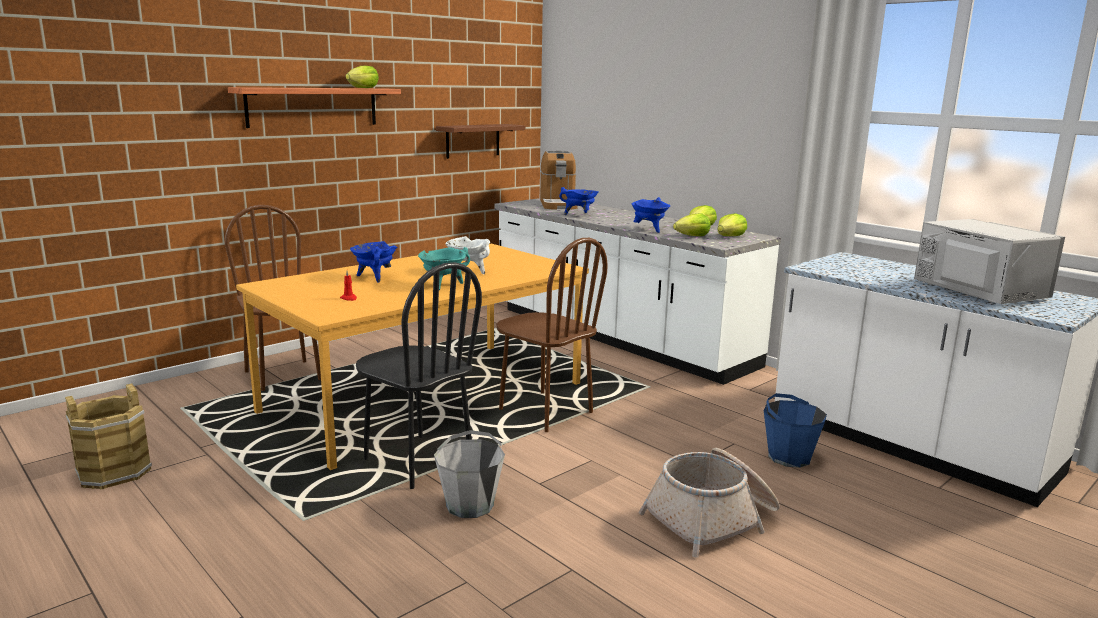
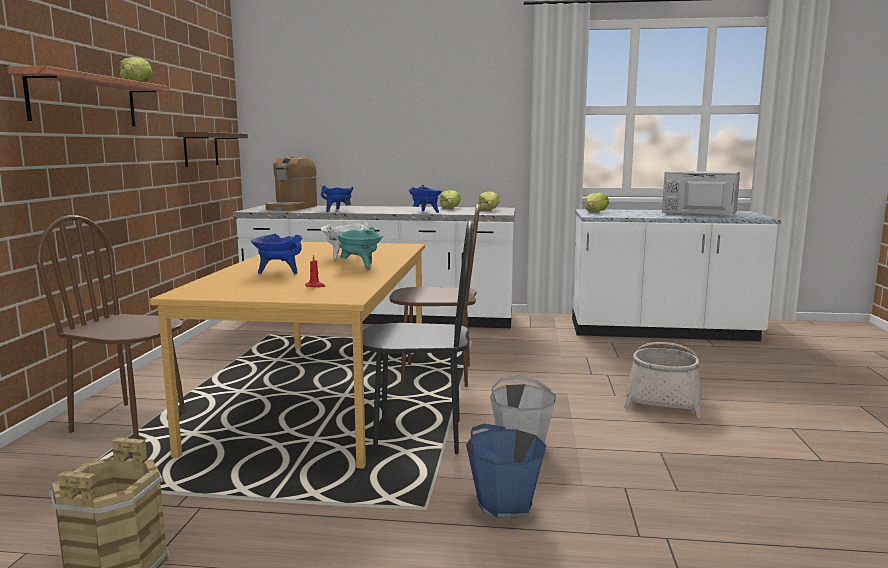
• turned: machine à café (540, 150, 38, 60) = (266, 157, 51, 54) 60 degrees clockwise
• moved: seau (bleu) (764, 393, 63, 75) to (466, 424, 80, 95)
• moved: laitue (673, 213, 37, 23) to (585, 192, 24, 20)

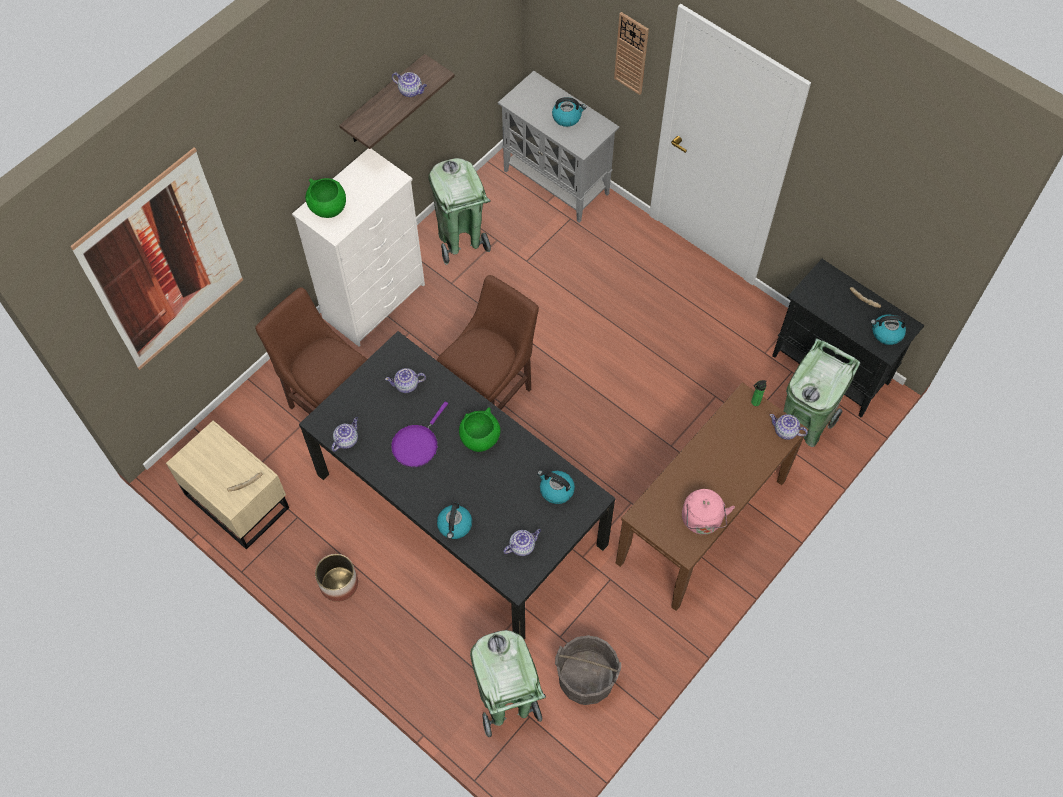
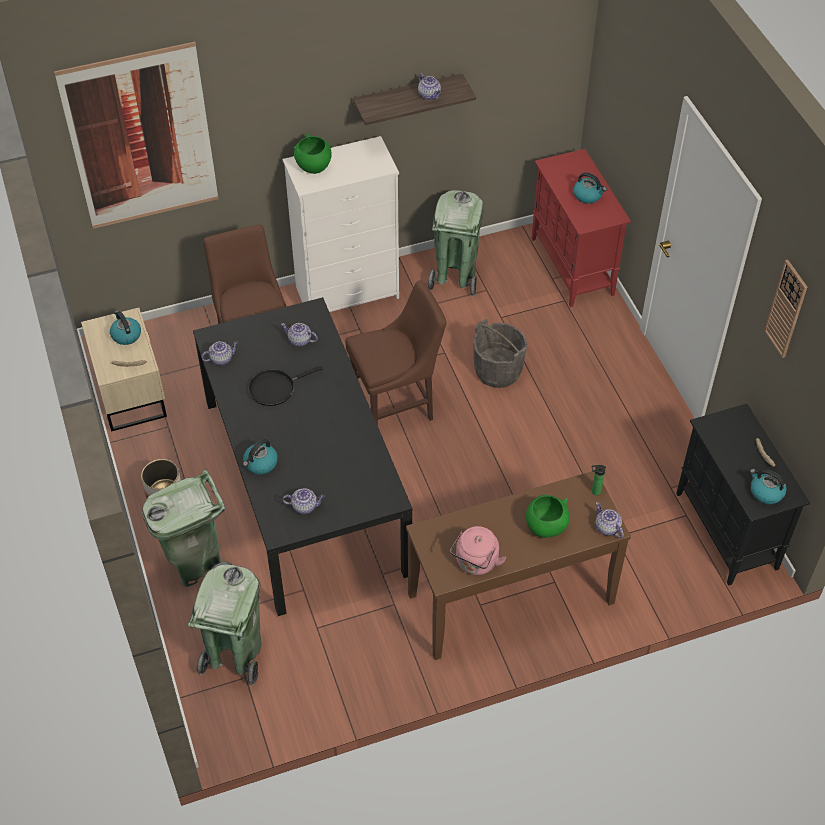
• moved: bouilloire (537, 470, 38, 34) to (110, 310, 31, 35)
• moved: poubelle (vert) (783, 338, 78, 109) to (142, 470, 90, 117)
• recoloured: poêle (violet) (391, 402, 57, 65) to poêle (noir) (248, 366, 75, 40)
• moved: seau (gris) (555, 635, 66, 70) to (473, 319, 54, 69)
• moved: bol (vert) (459, 407, 42, 45) to (526, 494, 44, 44)
• recoloured: meuble de rangement (gris) (498, 71, 121, 152) to meuble de rangement (rouge) (531, 149, 100, 158)
• moved: horloge murale (614, 12, 35, 83) to (764, 260, 43, 98)

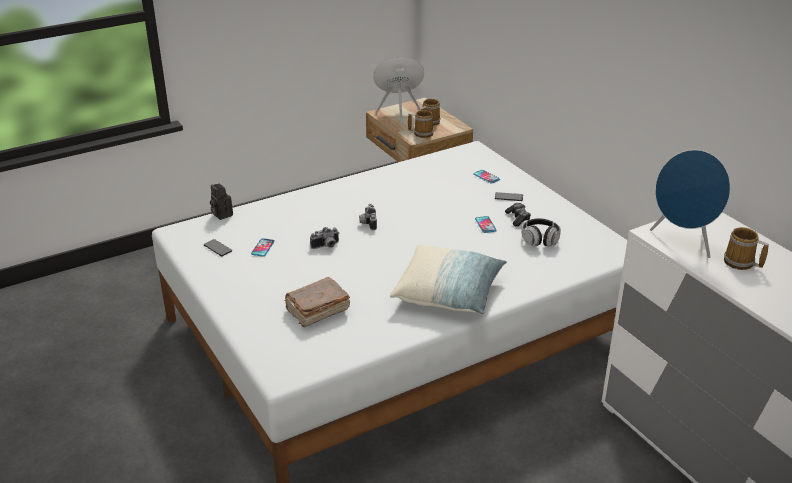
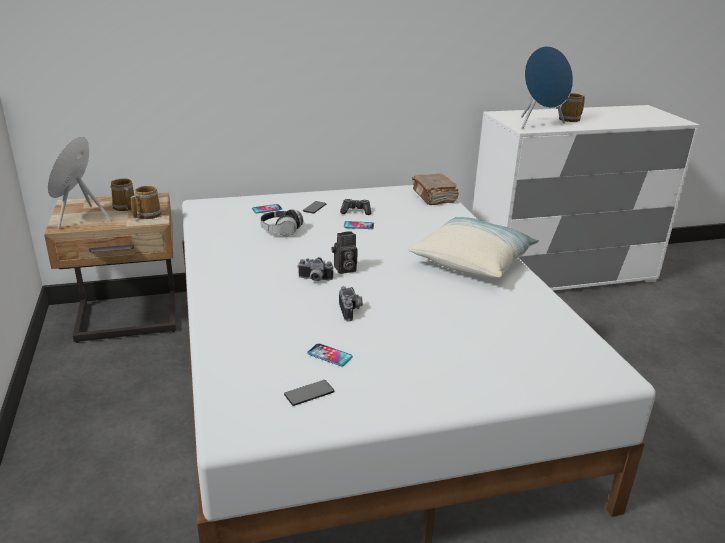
• moved: casque audio (522, 218, 39, 29) to (260, 209, 43, 27)
• moved: appareil photo (210, 183, 23, 37) to (332, 231, 26, 43)
• moved: livre (marron) (285, 277, 65, 51) to (412, 174, 47, 31)

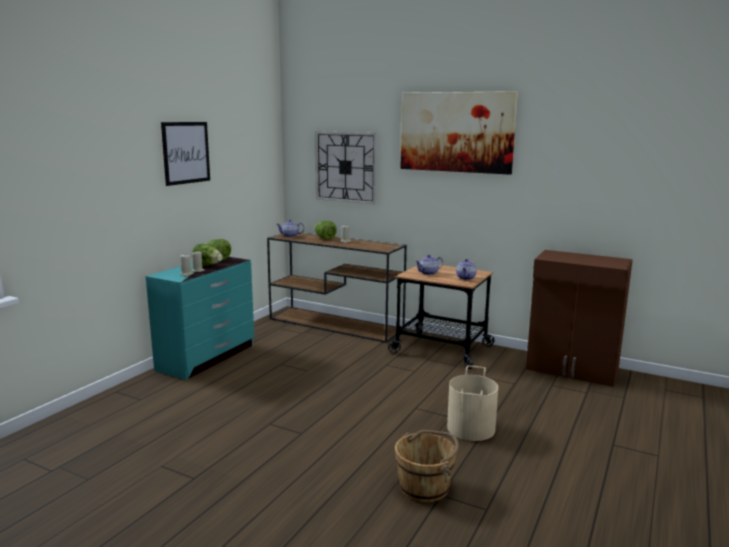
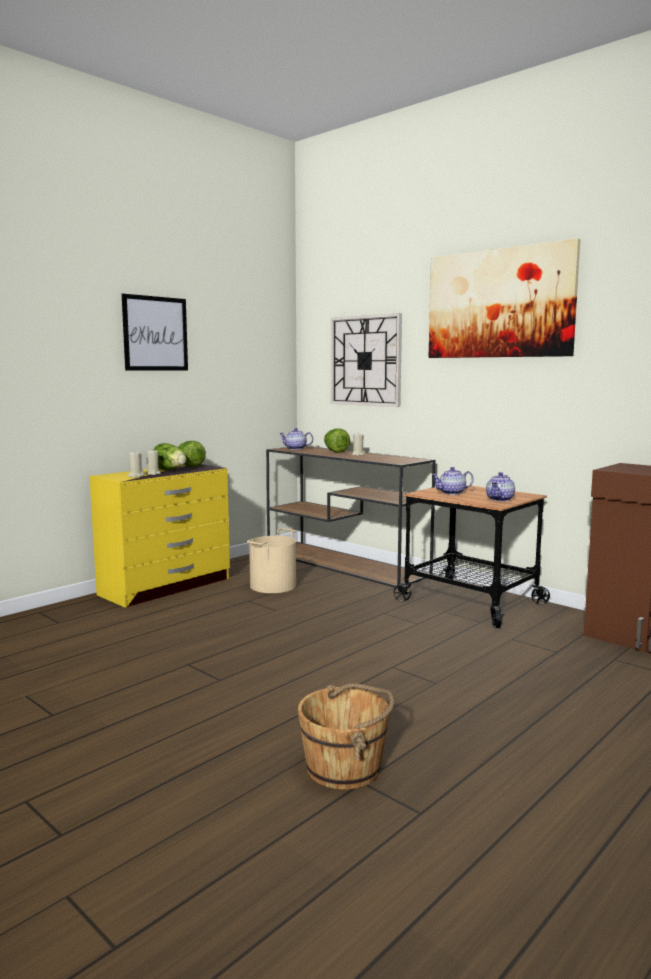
• recoloured: commode (turquoise) (146, 257, 108, 123) to commode (jaune) (89, 464, 141, 143)
• moved: seau (beige) (447, 365, 51, 76) to (247, 528, 50, 65)

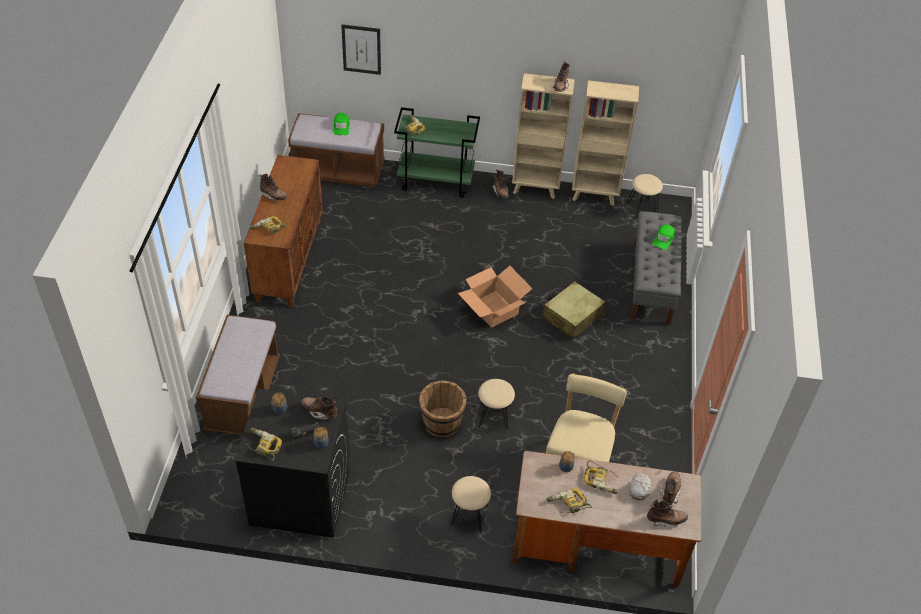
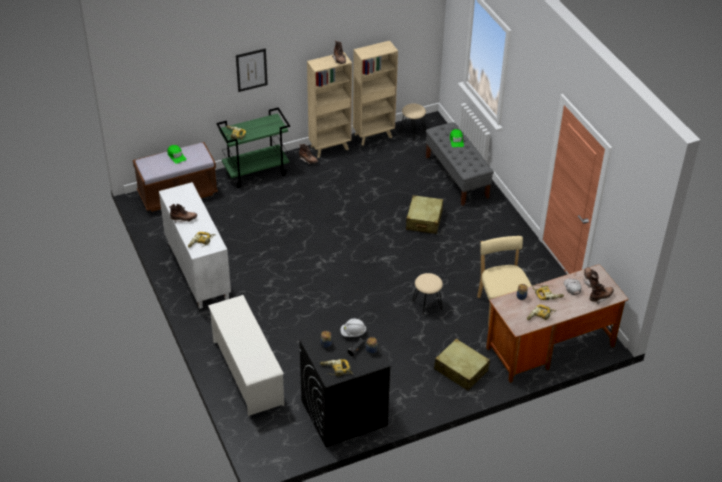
• recoloured: meuble de rangement (marron) (244, 155, 79, 152) to meuble de rangement (blanc) (159, 182, 72, 127)
• replaced: banc (marron) (196, 315, 84, 121) to étagère à chaussures (blanc) (208, 295, 76, 121)
• moved: tableau (341, 24, 40, 51) to (236, 48, 32, 44)
• replaced: botte (marron) (301, 397, 37, 23) to casque de chantier (blanc) (340, 318, 27, 19)
• replaced: tabouret (beige) (451, 476, 40, 57) to valise (beige) (434, 338, 56, 53)
• removed: seau (marron) (419, 380, 48, 58)
• removed: carton (458, 266, 75, 62)

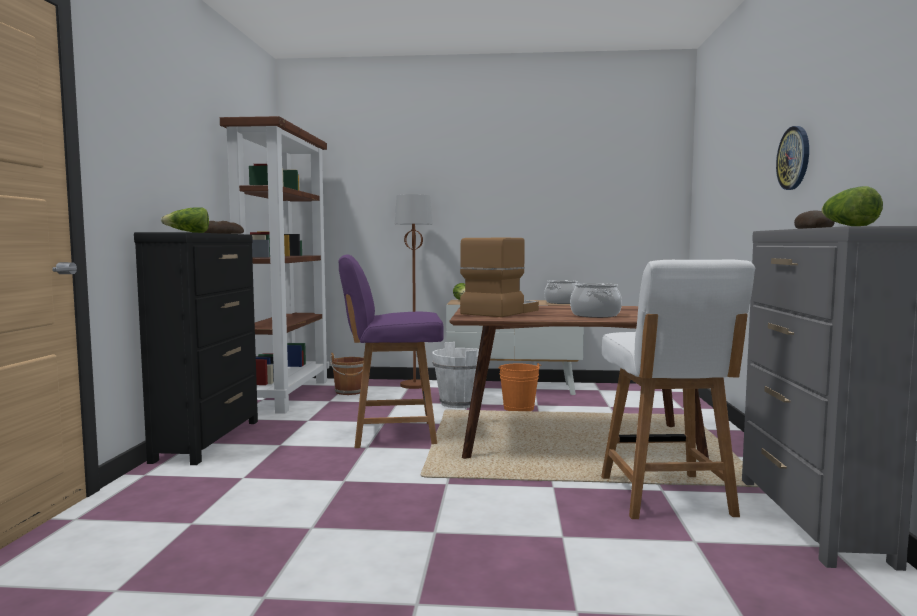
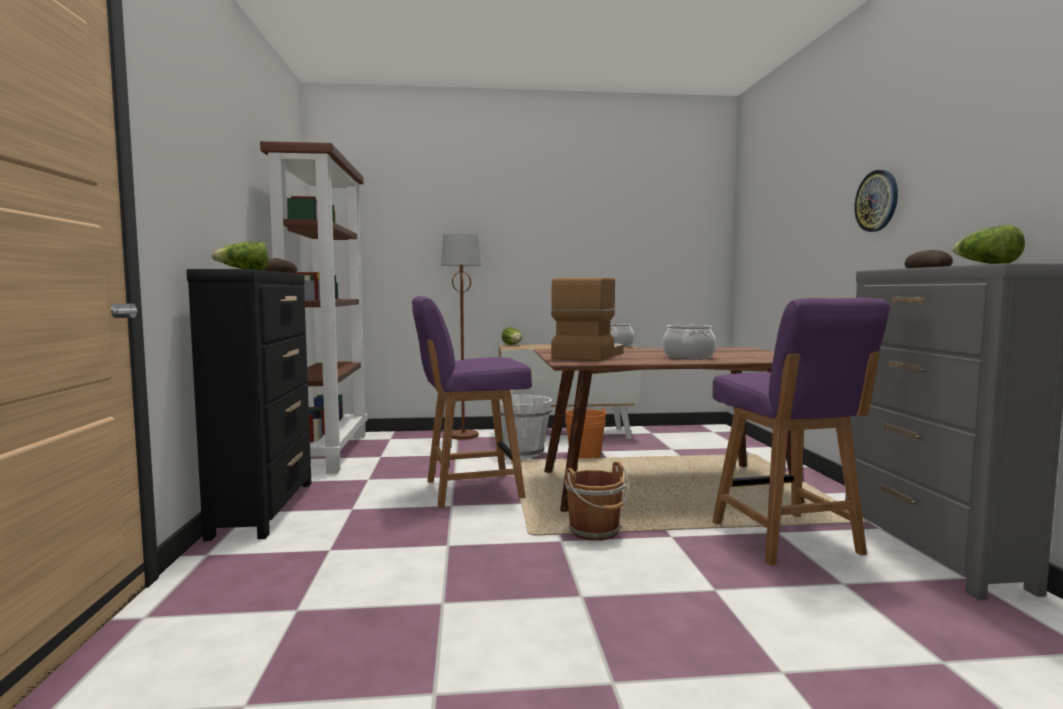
• moved: seau (marron) (330, 351, 35, 44) to (565, 462, 64, 79)
• recoloured: chaise (blanc) (601, 260, 154, 259) to chaise (violet) (712, 298, 178, 267)

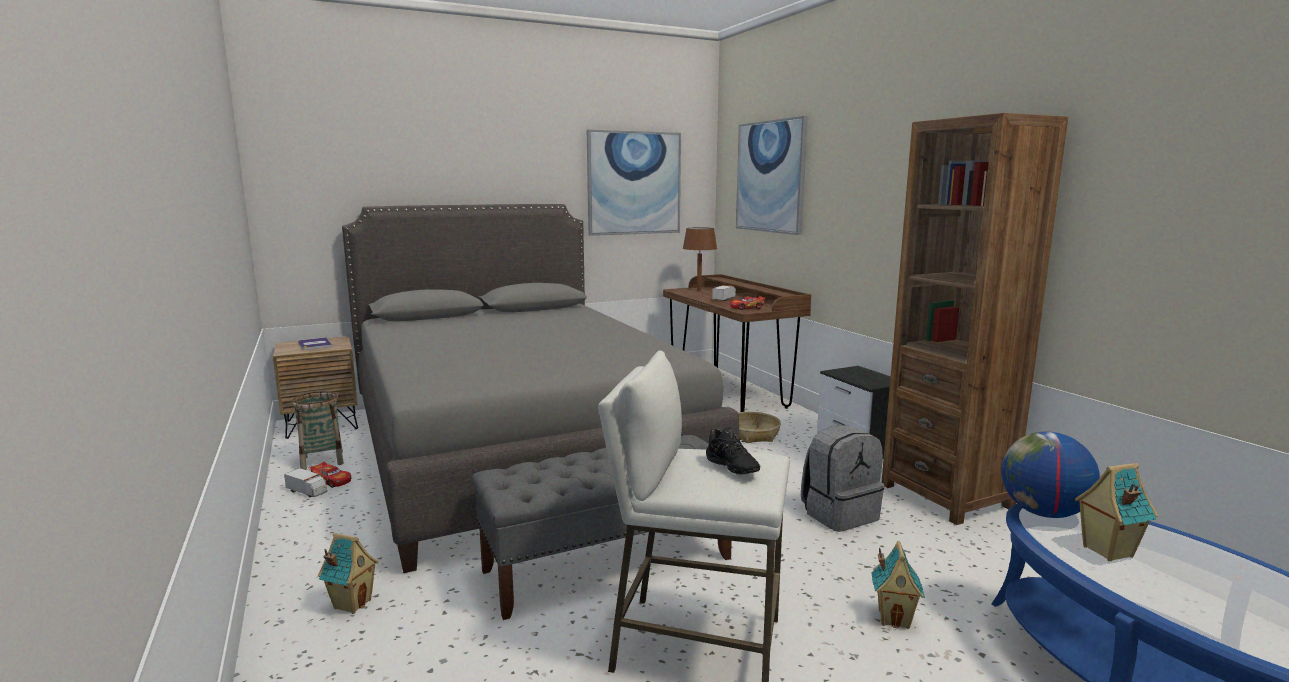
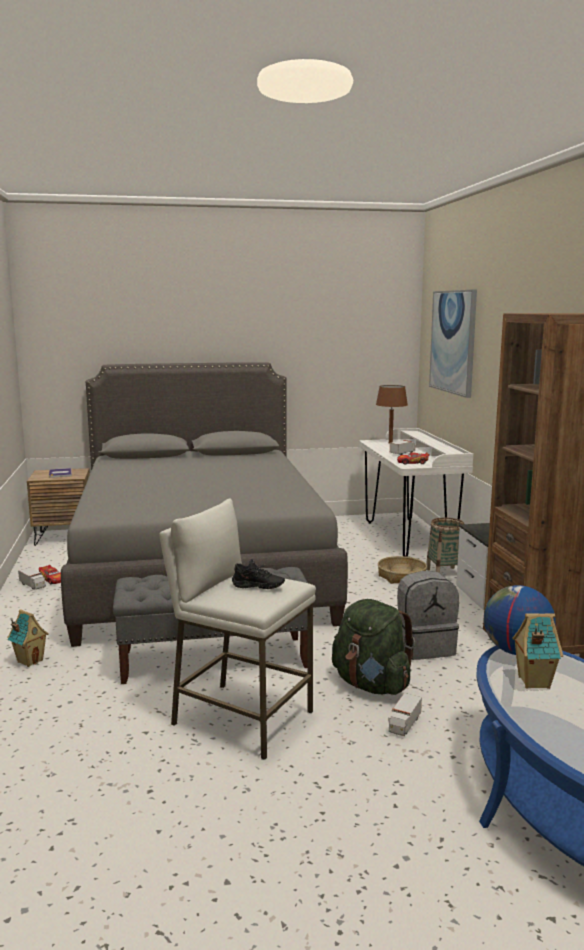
• turned: chaussure (noir) (706, 427, 54, 47) = (232, 559, 53, 30) 60 degrees counterclockwise
• added: sac à dos (vert) (332, 599, 83, 96)
• recoloured: bureau (marron) (663, 274, 148, 138) to bureau (blanc) (359, 428, 114, 129)
• replaced: maison miniature (871, 541, 54, 88) to camion jouet (388, 693, 34, 43)
• moved: panier (292, 391, 52, 79) to (426, 518, 38, 55)
• removed: tableau (587, 130, 94, 106)

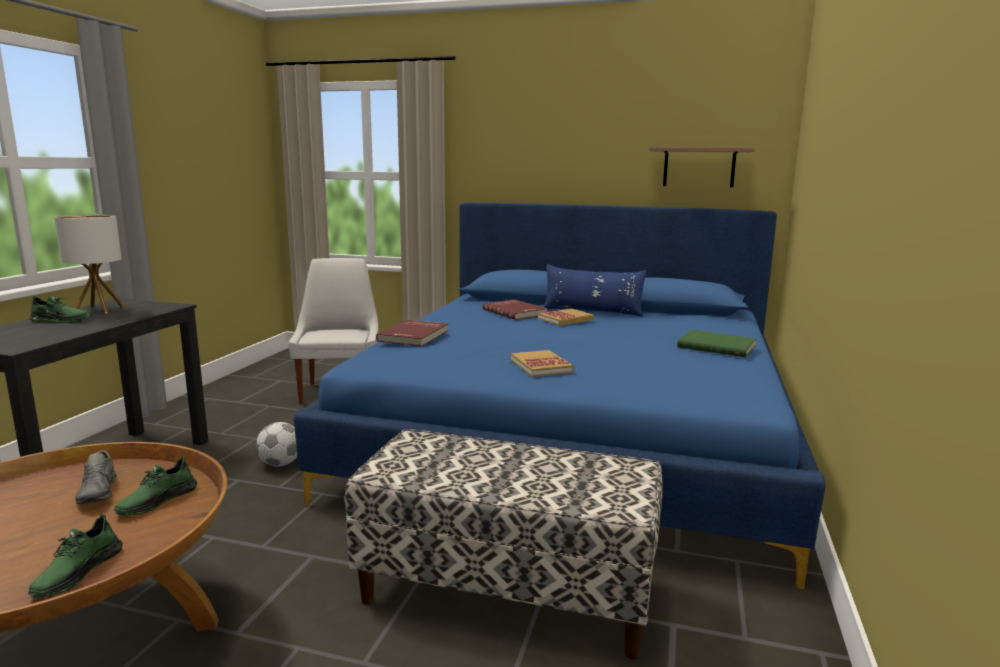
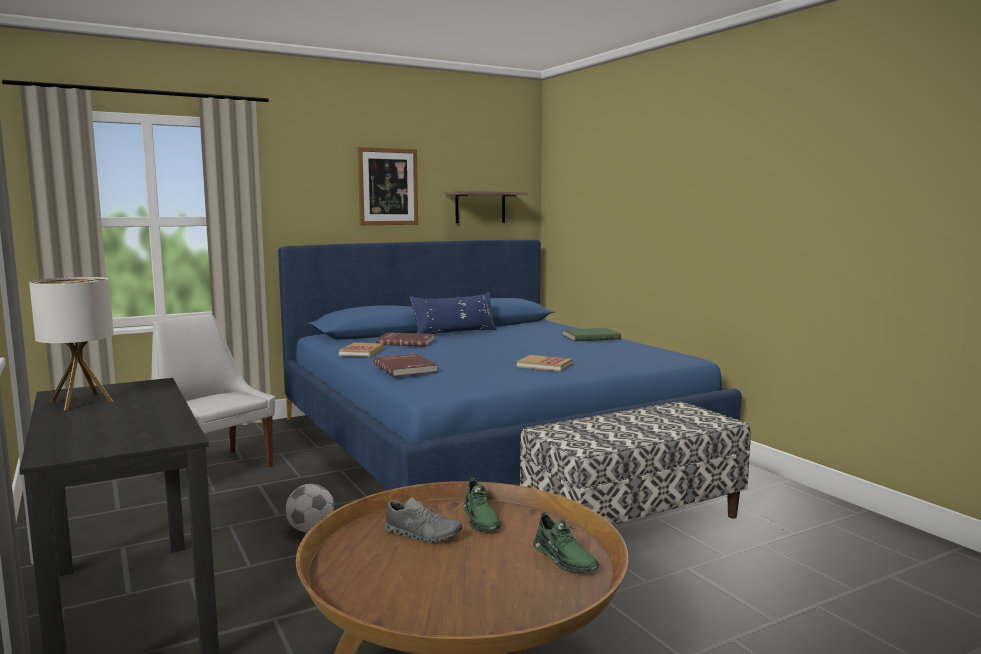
• moved: livre (538, 308, 56, 18) to (339, 343, 45, 14)
• added: tableau (358, 147, 60, 78)
• removed: chaussure (vert) (30, 295, 60, 28)

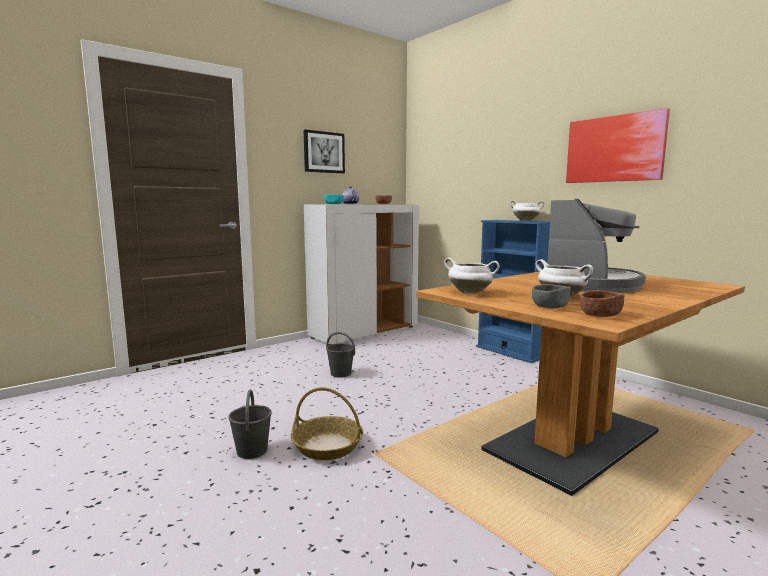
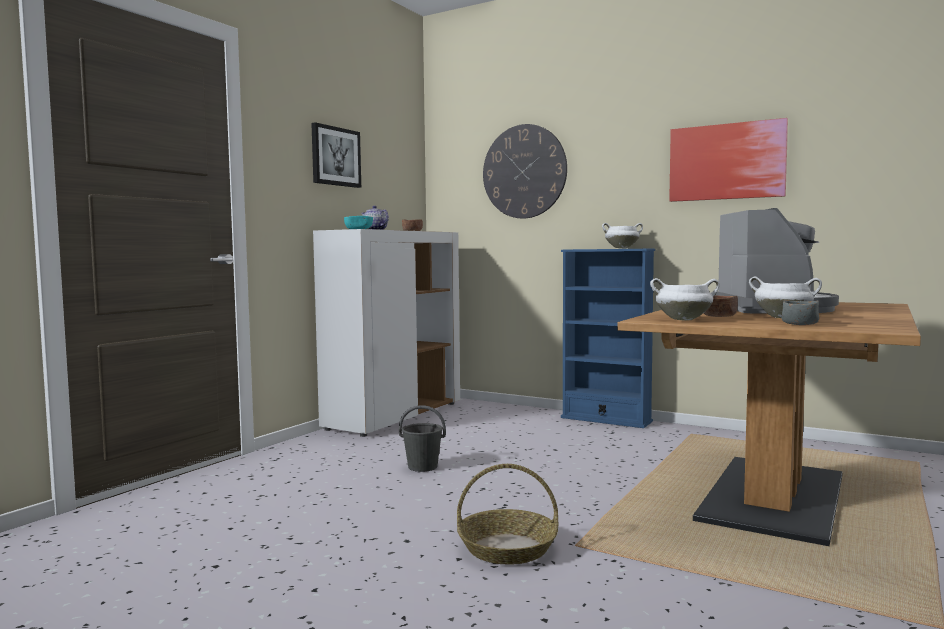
• added: horloge murale (483, 124, 84, 95)
• moved: bol (marron) (580, 290, 45, 27) to (704, 295, 34, 22)
• removed: seau (gris) (228, 390, 44, 69)

